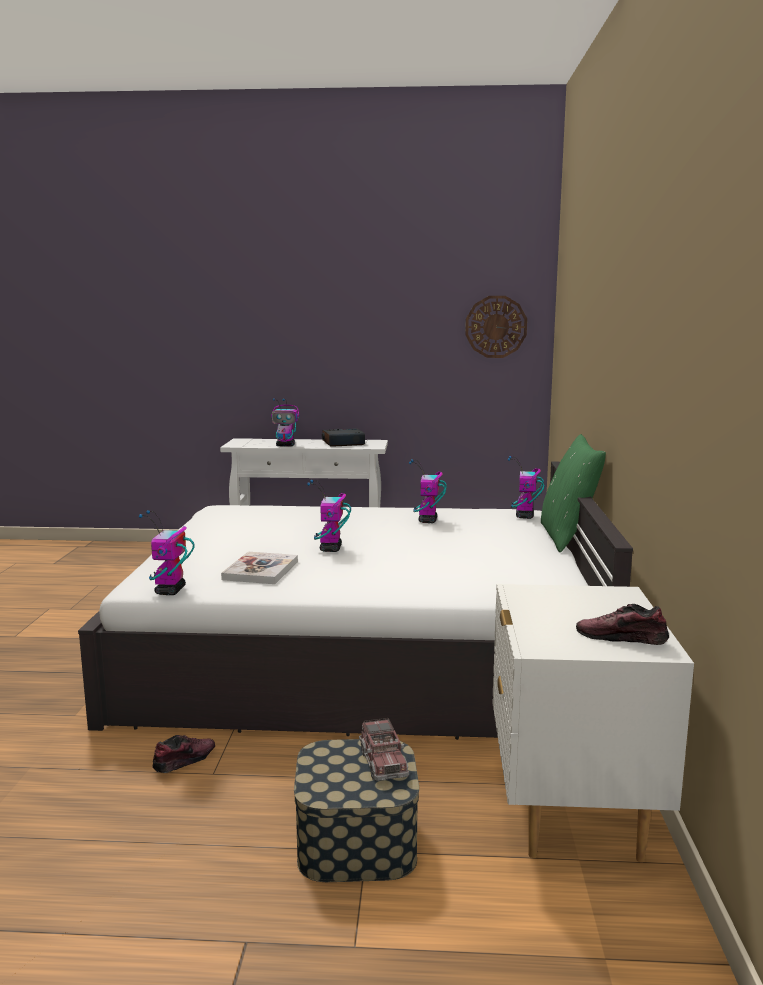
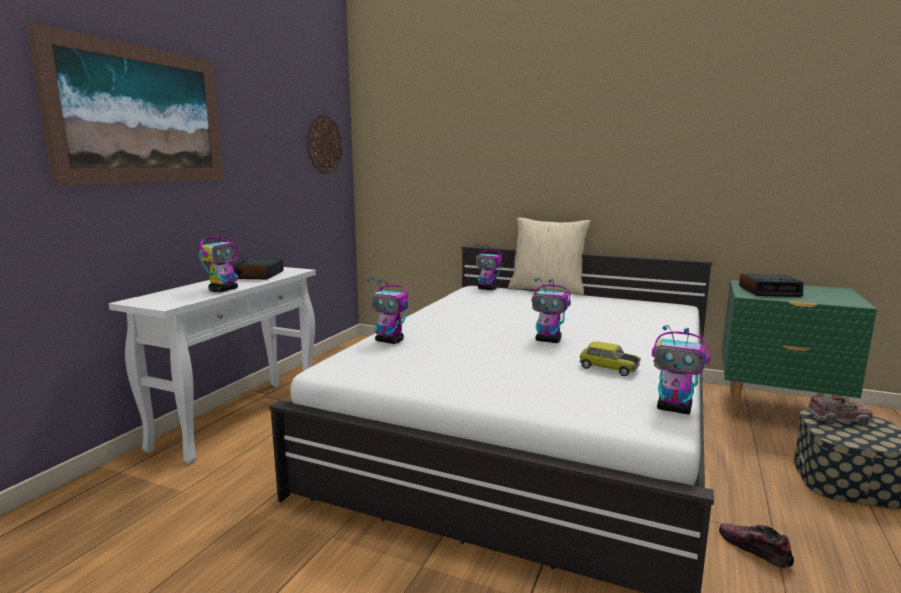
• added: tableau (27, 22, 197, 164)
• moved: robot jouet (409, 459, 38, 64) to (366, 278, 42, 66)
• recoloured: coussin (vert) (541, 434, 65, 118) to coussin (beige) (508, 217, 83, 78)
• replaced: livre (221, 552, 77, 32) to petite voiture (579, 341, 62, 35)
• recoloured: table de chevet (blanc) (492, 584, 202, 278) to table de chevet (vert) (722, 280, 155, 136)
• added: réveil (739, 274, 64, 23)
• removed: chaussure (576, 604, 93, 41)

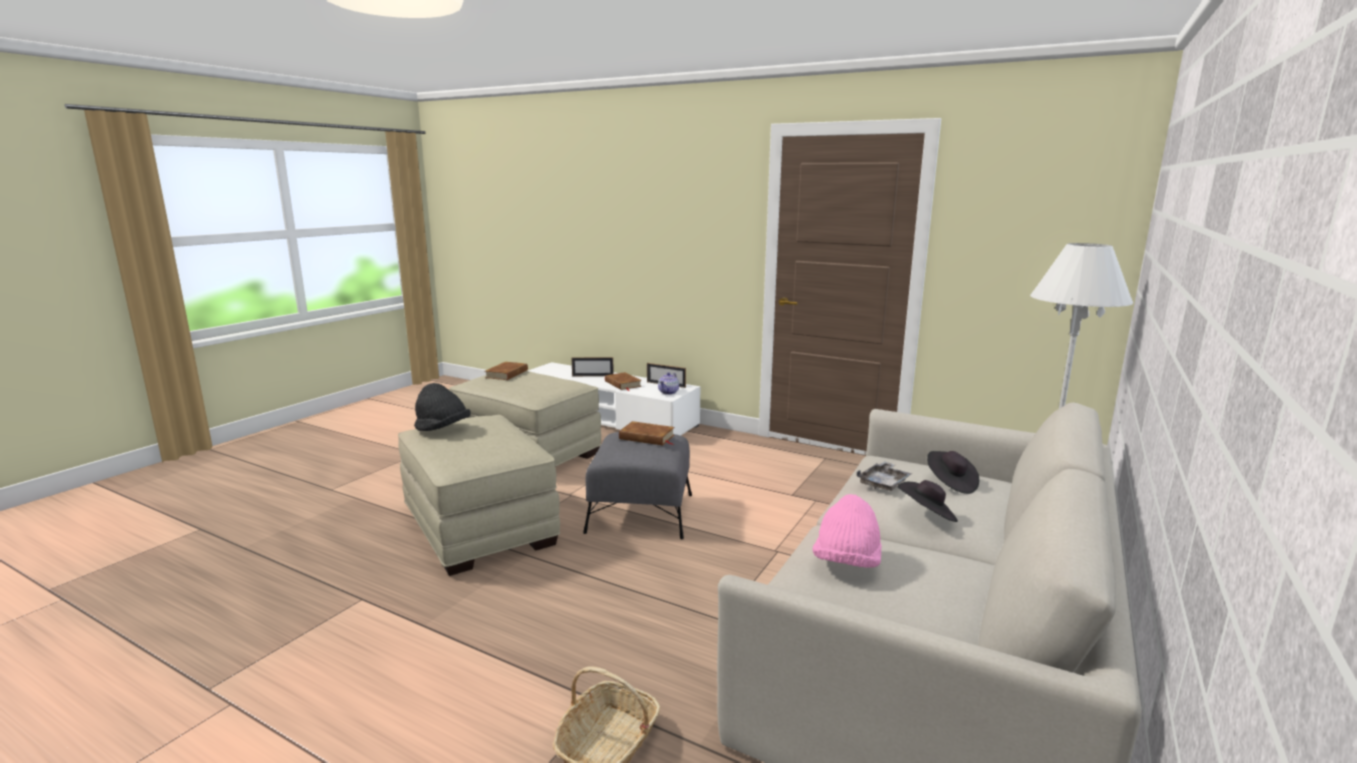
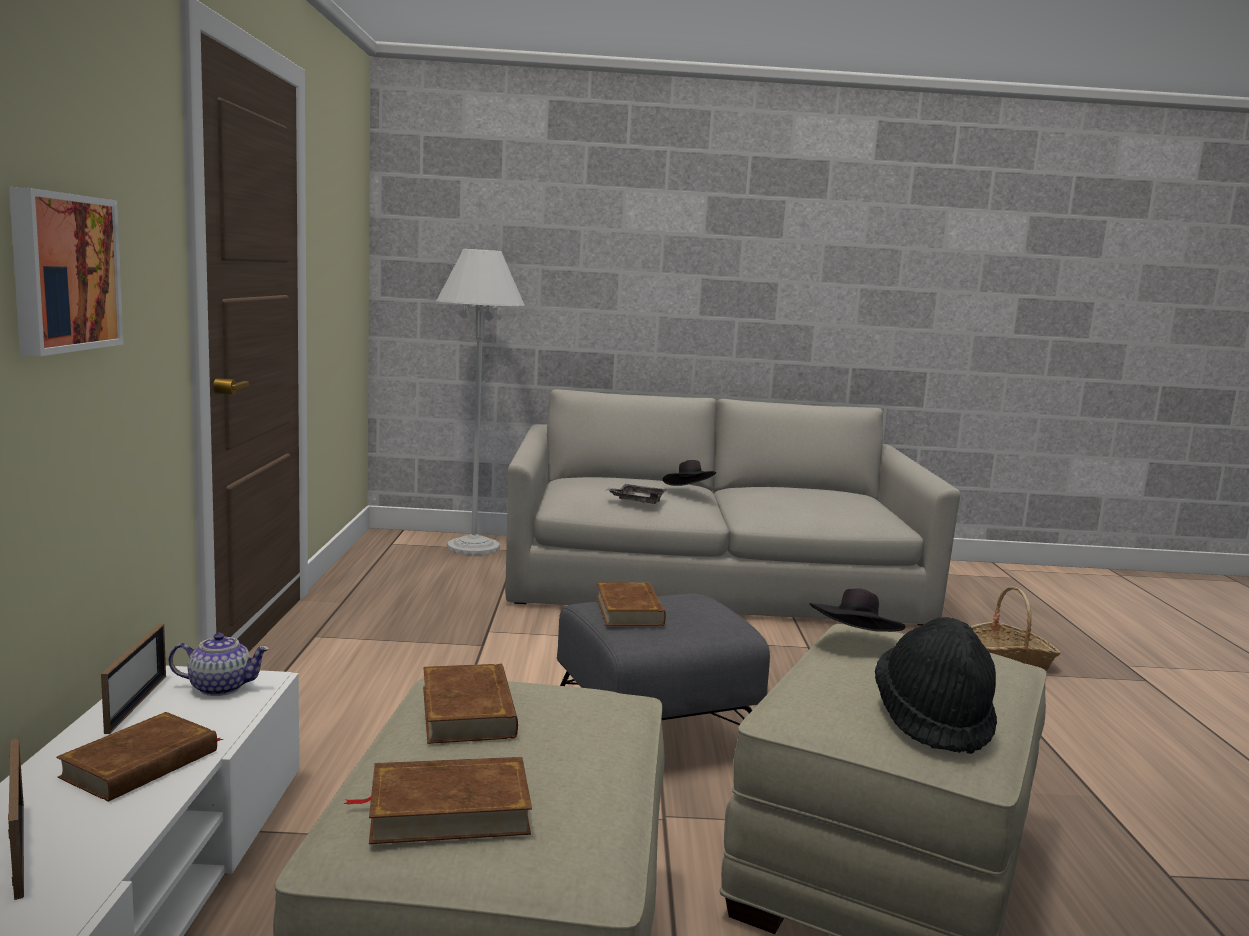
• added: tableau (9, 187, 114, 169)
• added: livre (marron) (423, 664, 95, 80)
• moved: chapeau (noir) (927, 451, 52, 43) to (809, 588, 96, 44)
• removed: chapeau (rose) (812, 494, 70, 74)

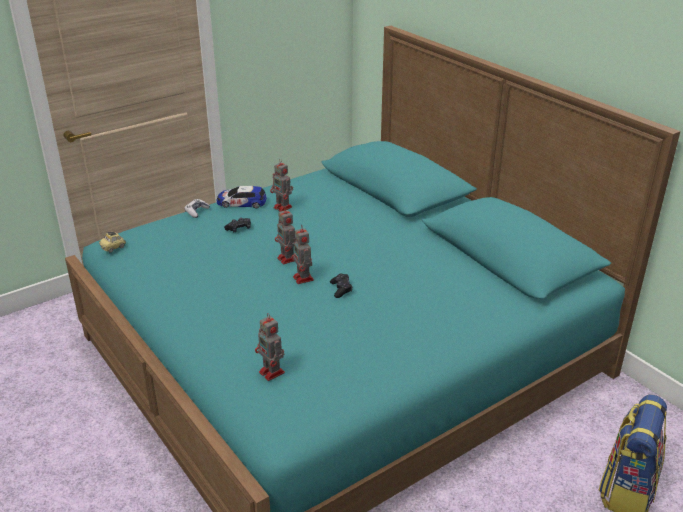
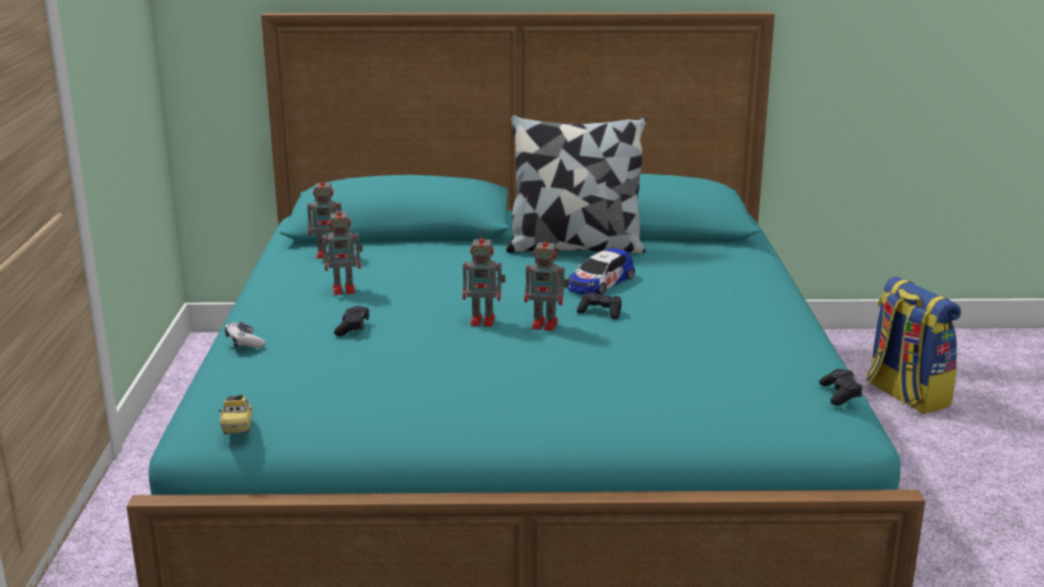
• moved: robot jouet (255, 313, 30, 68) to (307, 174, 34, 85)
• added: coussin (506, 115, 141, 139)
• moved: petite voiture (216, 186, 51, 23) to (568, 248, 67, 47)
• added: manette (noir) (819, 369, 44, 37)

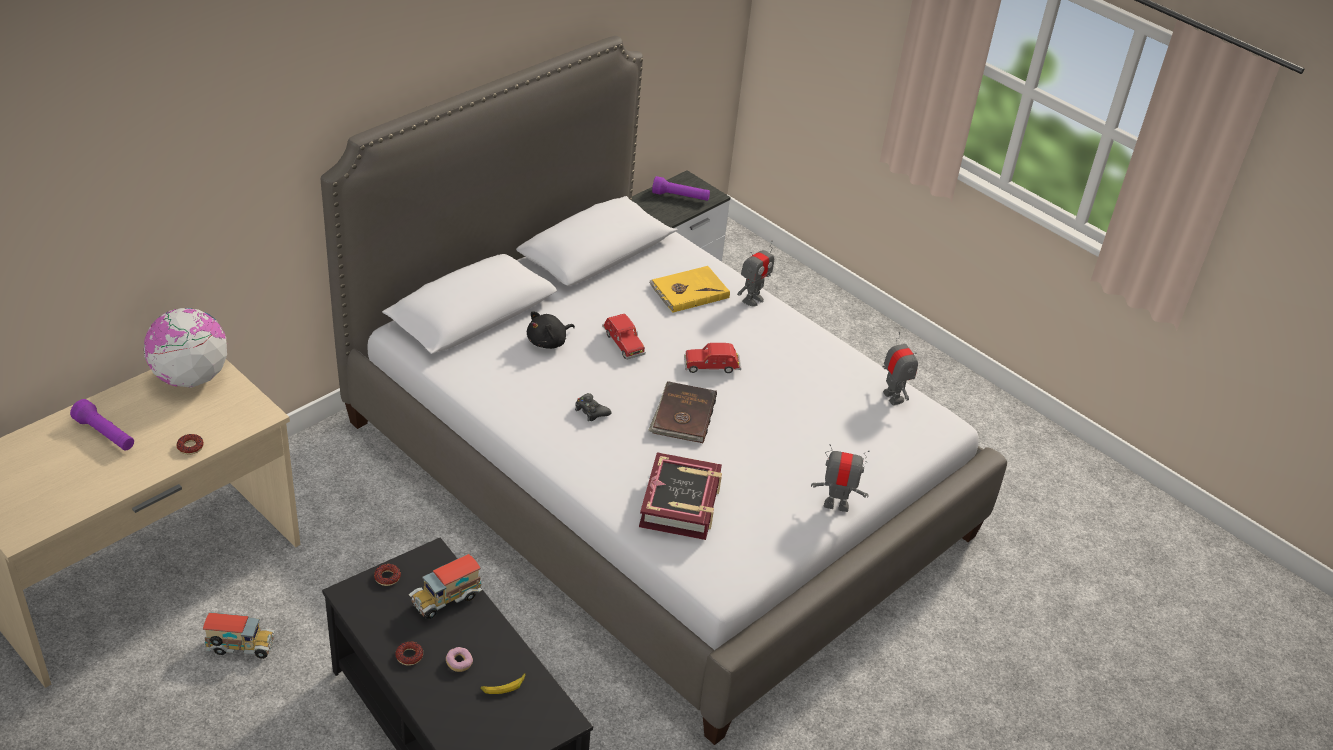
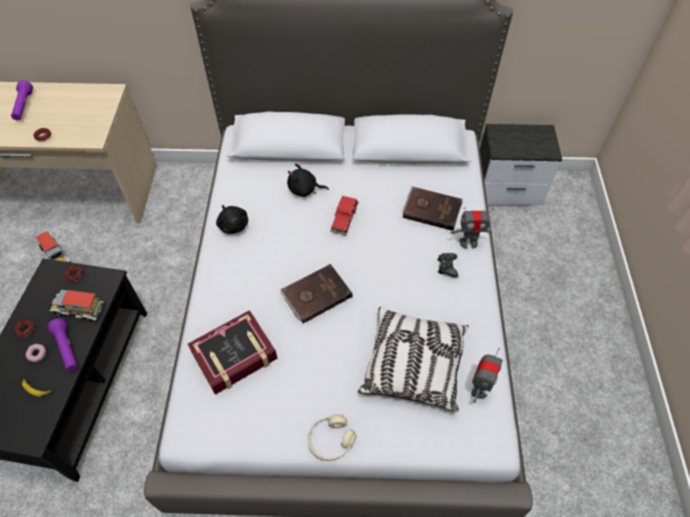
• moved: lampe de poche (violet) (652, 176, 58, 25) to (47, 318, 31, 53)
• added: peluche (noir) (216, 205, 32, 29)
• replaced: robot jouet (811, 444, 59, 68) to casque audio (beige) (308, 414, 49, 47)
• added: coussin (358, 307, 111, 105)
• recoloured: livre (jaune) (649, 266, 81, 47) to livre (marron) (402, 186, 61, 45)
• moved: manette (noir) (575, 393, 36, 28) to (437, 253, 21, 24)
• removed: globe (144, 308, 83, 80)
• removed: petite voiture (rouge) (684, 343, 57, 30)

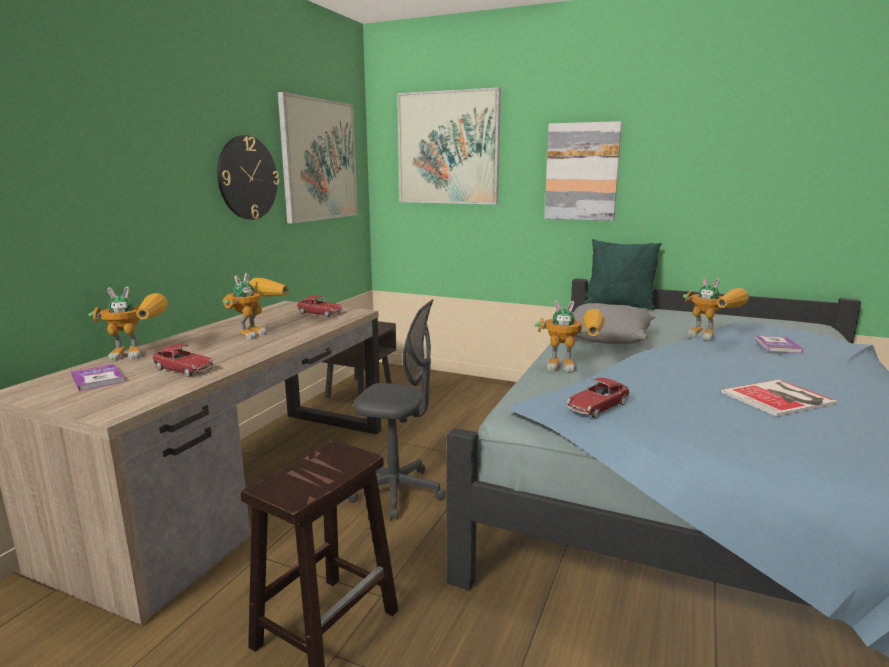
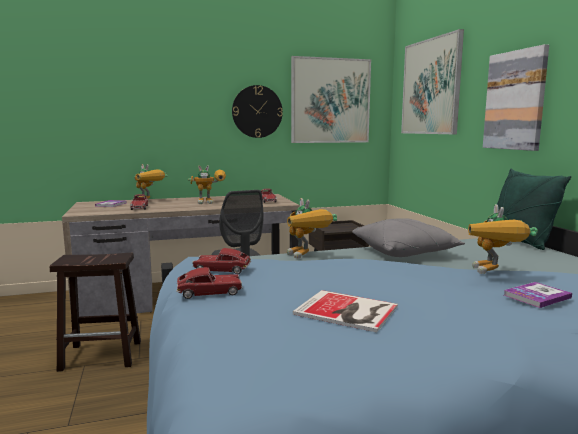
• added: petite voiture (176, 267, 67, 32)

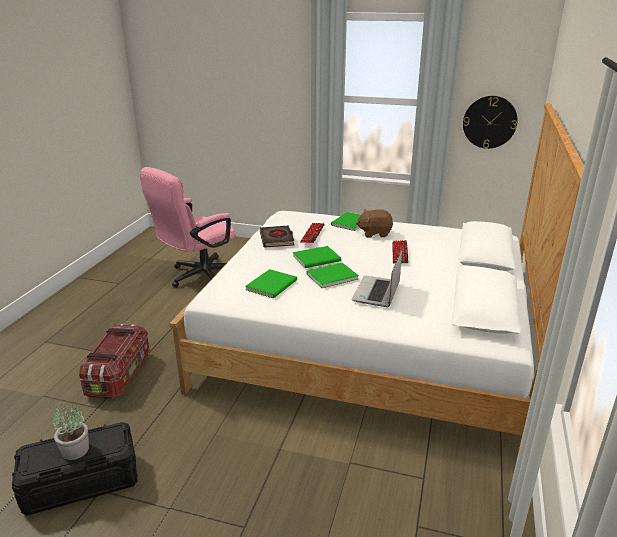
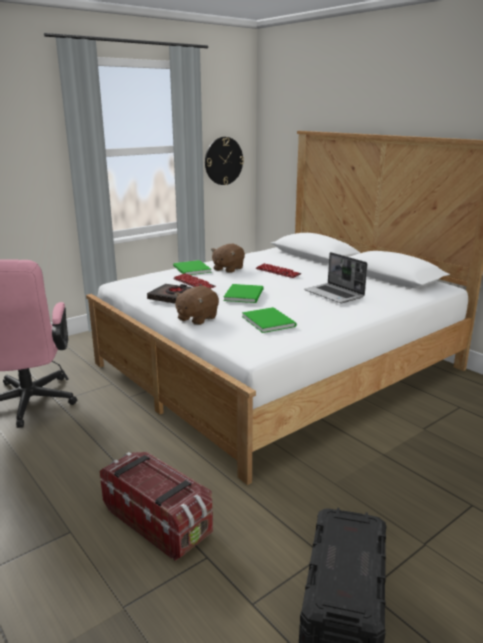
• added: peluche (marron) (174, 286, 45, 39)
• removed: plante en pot (53, 404, 36, 56)
• removed: livre (vert) (306, 263, 53, 25)

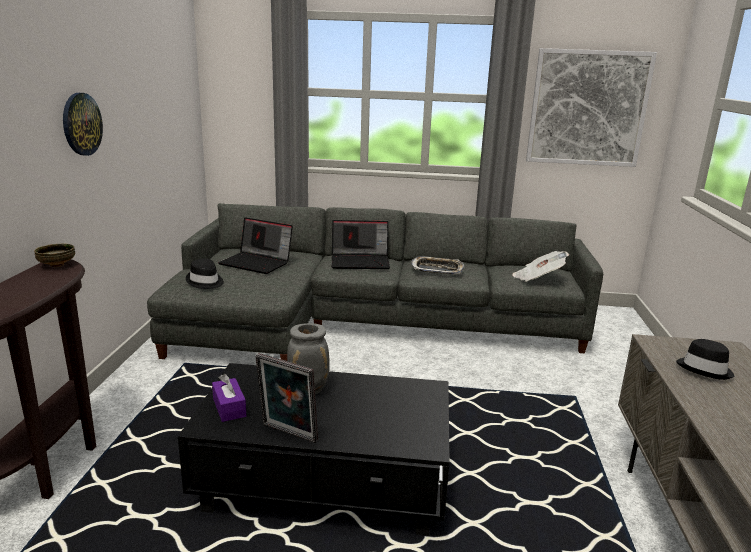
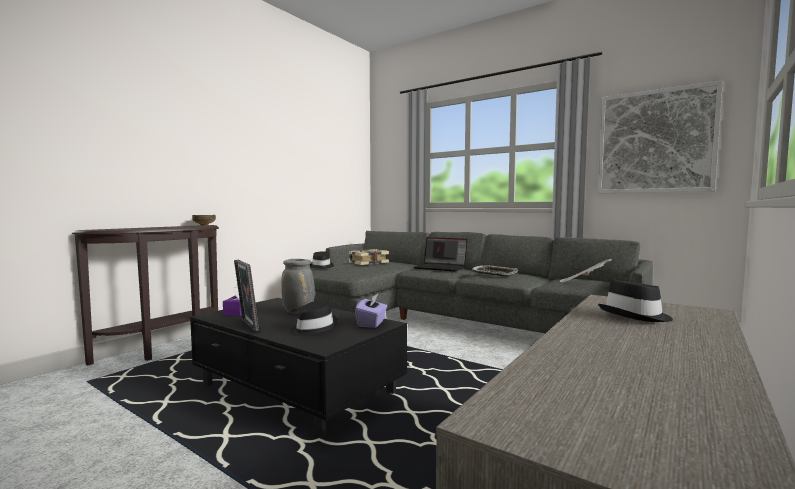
• added: chapeau (noir) (290, 301, 48, 35)
• replaced: ordinateur portable (218, 217, 75, 57) to livre (349, 249, 40, 16)
• added: boîte à mouchoirs (violet) (355, 294, 32, 34)
• removed: horloge murale (63, 93, 40, 63)

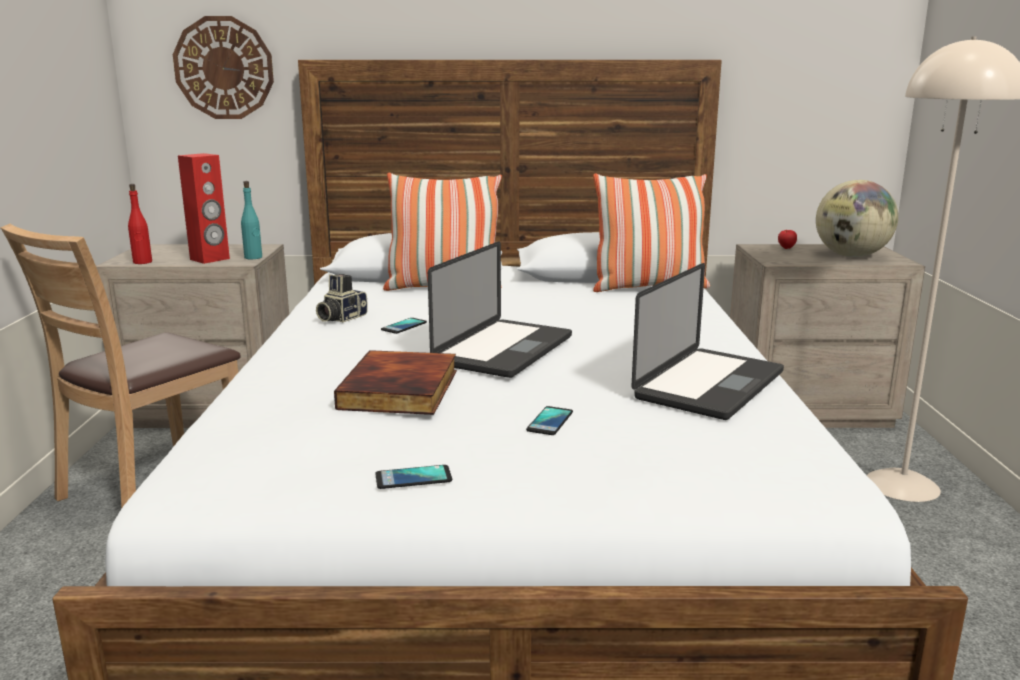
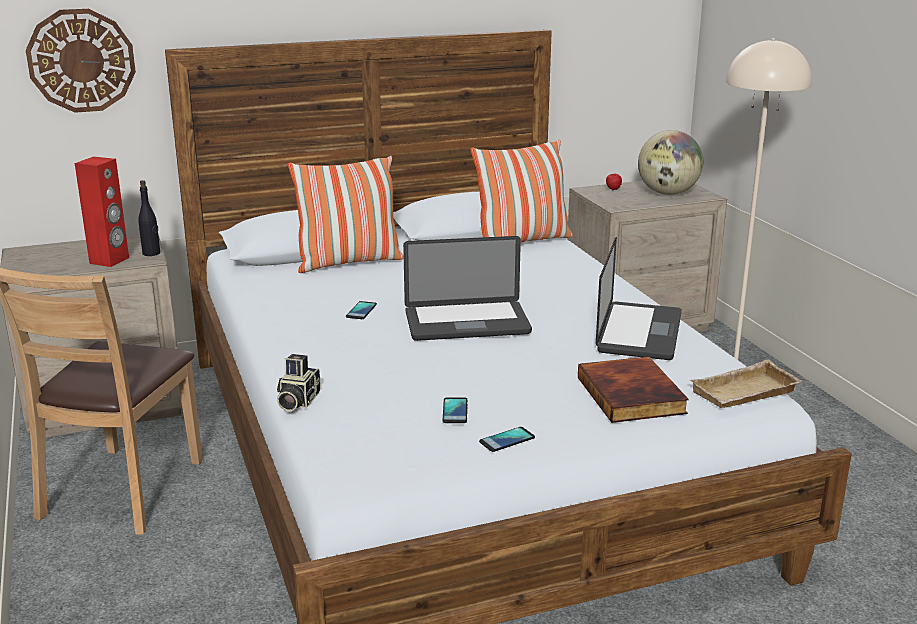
• recoloured: bouteille (turquoise) (241, 181, 21, 78) to bouteille (noir) (138, 180, 22, 76)
• moved: appareil photo (316, 274, 52, 48) to (277, 354, 44, 57)
• turned: ordinateur portable (428, 241, 144, 137) = (403, 236, 129, 105) 75 degrees clockwise
• moved: téléphone (526, 406, 47, 29) to (442, 397, 25, 26)
• moved: livre (334, 350, 123, 65) to (578, 357, 111, 66)
• added: plateau (beige) (690, 359, 112, 49)
• removed: bouteille (rouge) (128, 184, 24, 80)

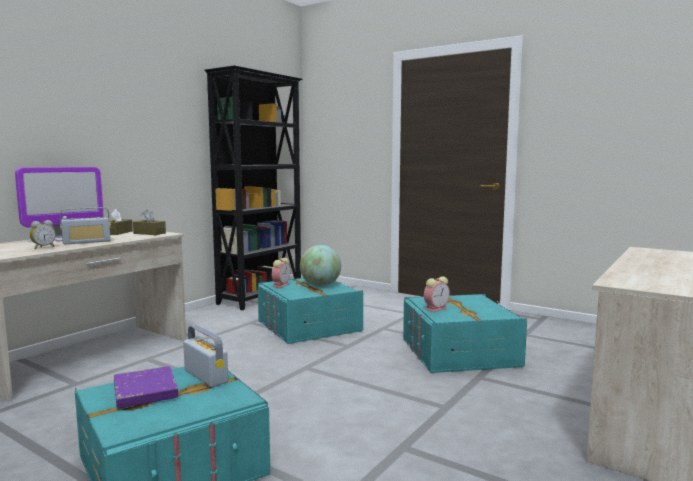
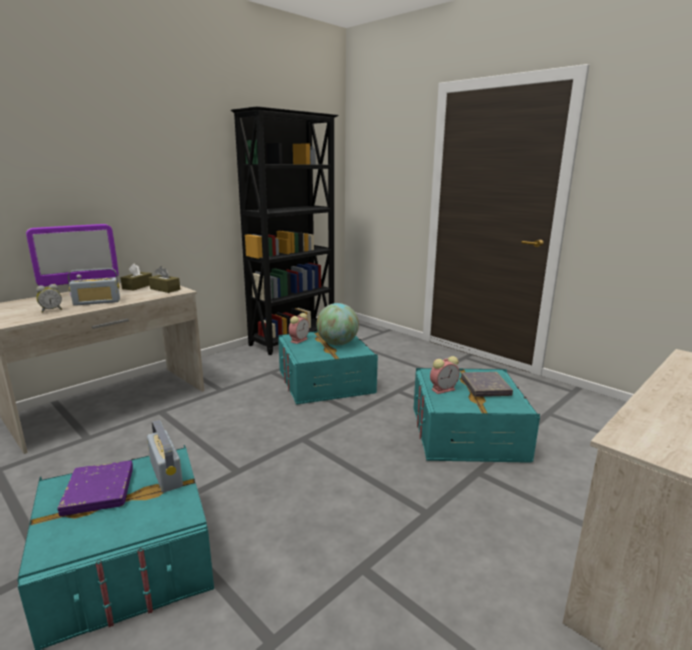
• added: livre (gris) (461, 372, 52, 25)

